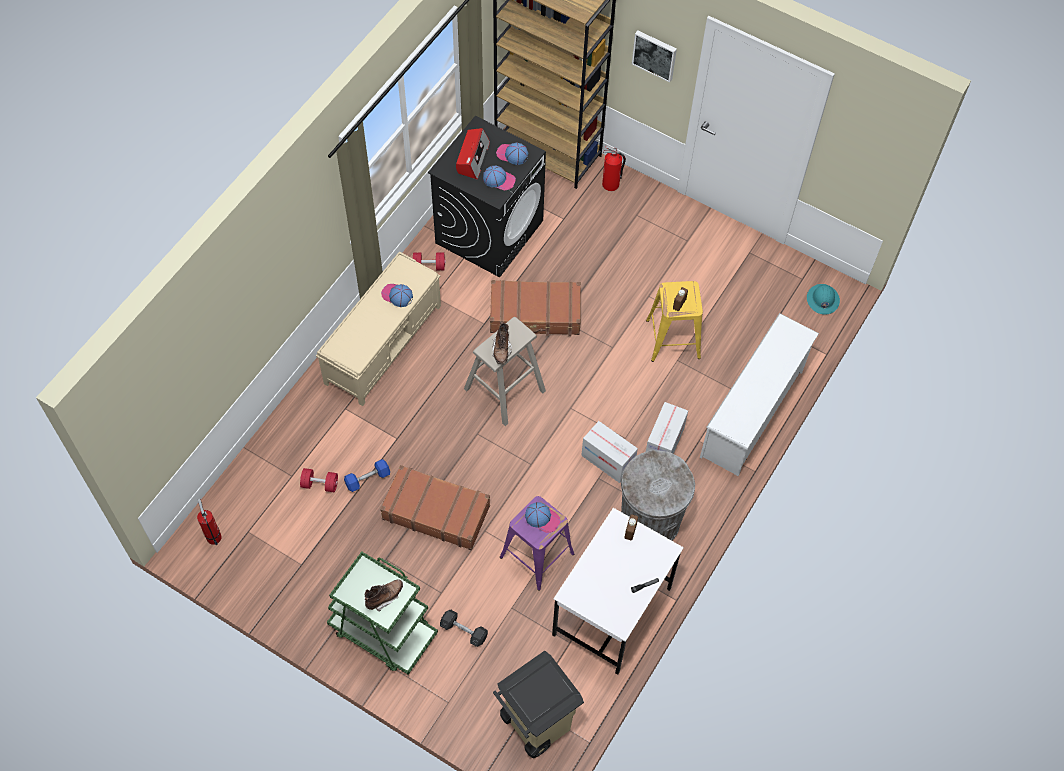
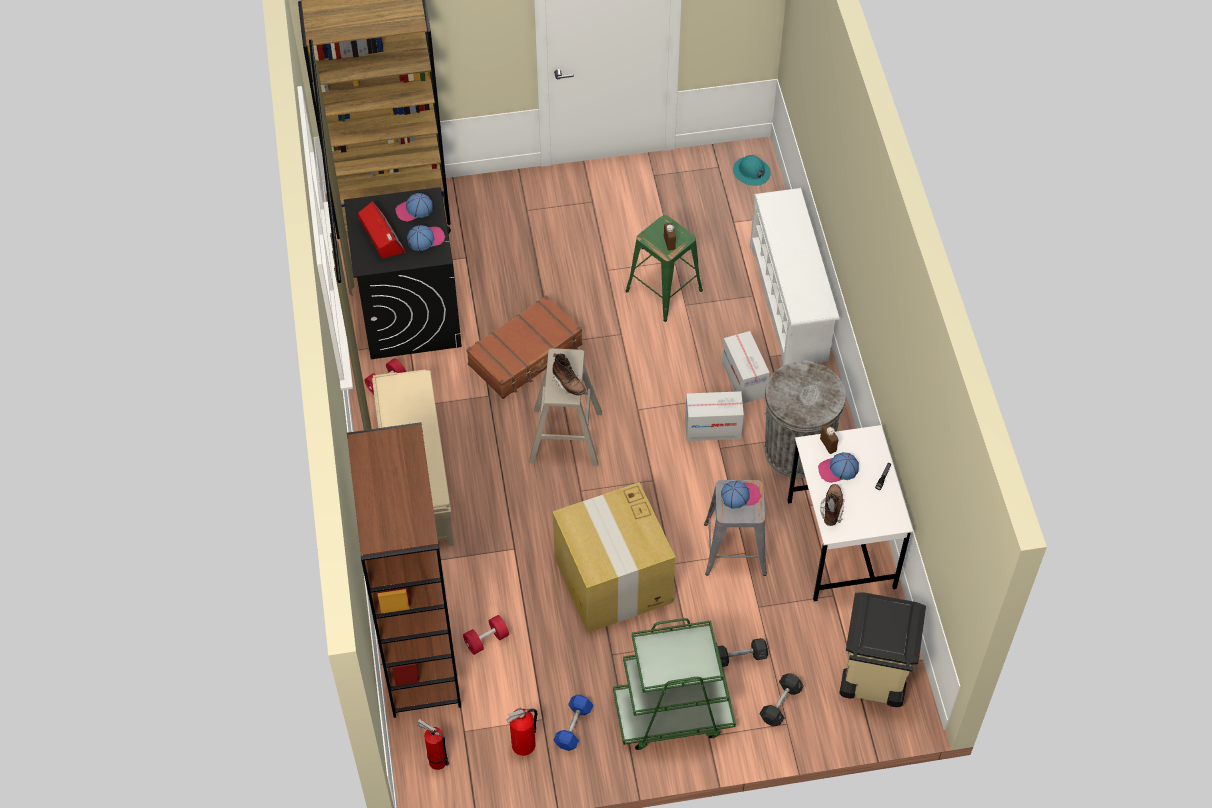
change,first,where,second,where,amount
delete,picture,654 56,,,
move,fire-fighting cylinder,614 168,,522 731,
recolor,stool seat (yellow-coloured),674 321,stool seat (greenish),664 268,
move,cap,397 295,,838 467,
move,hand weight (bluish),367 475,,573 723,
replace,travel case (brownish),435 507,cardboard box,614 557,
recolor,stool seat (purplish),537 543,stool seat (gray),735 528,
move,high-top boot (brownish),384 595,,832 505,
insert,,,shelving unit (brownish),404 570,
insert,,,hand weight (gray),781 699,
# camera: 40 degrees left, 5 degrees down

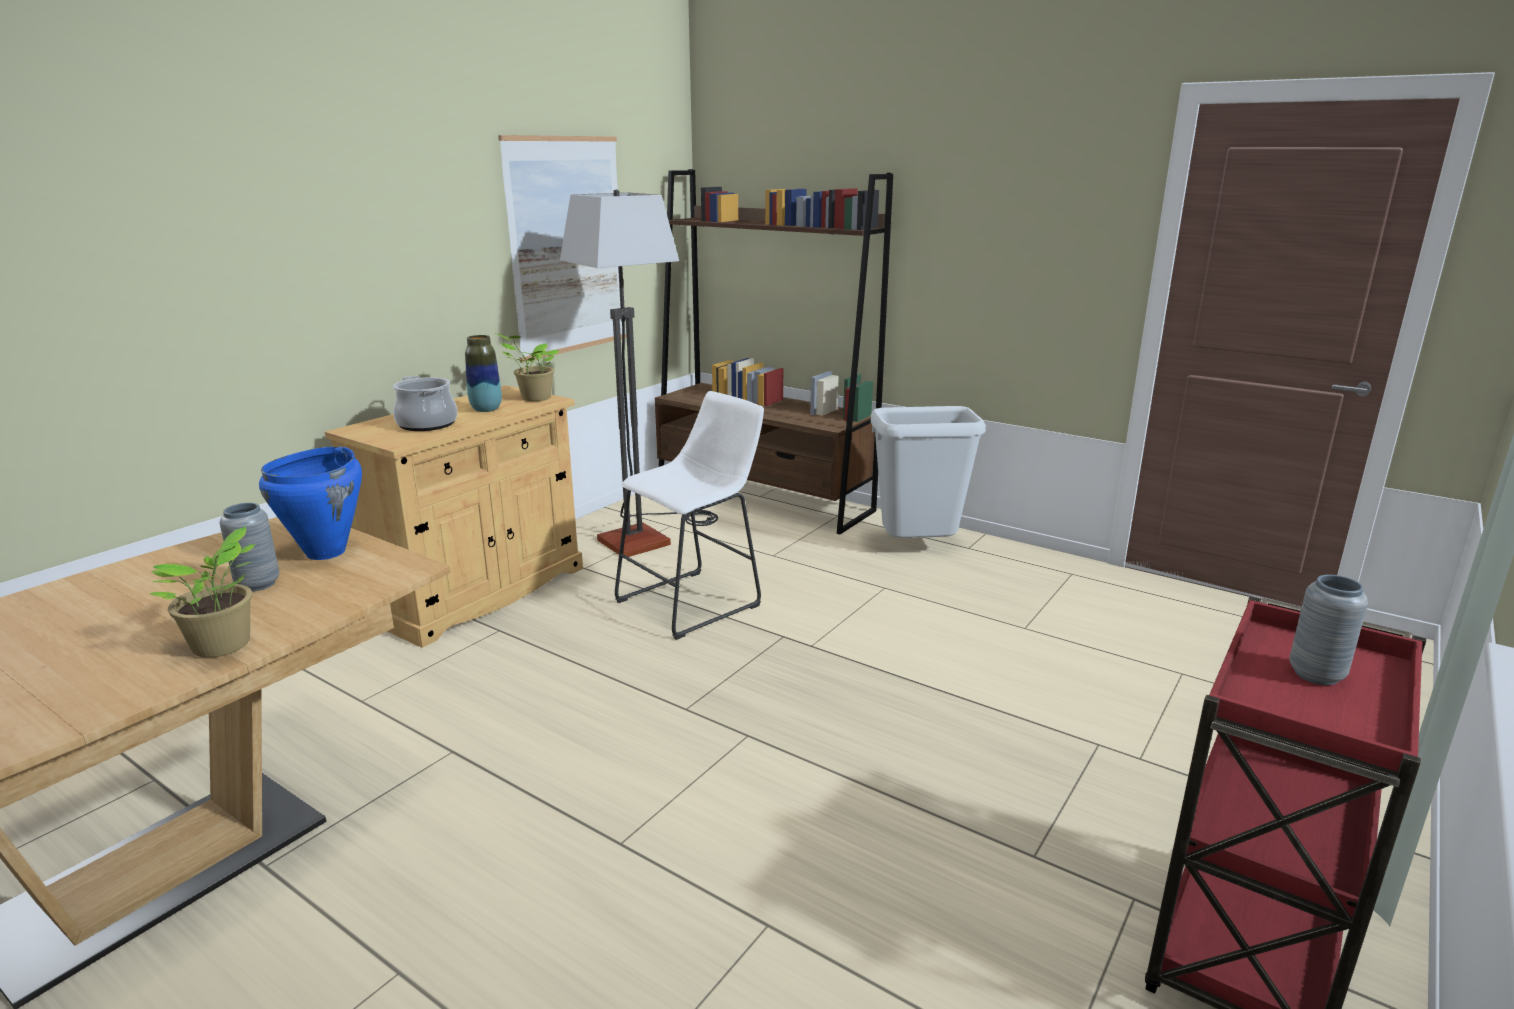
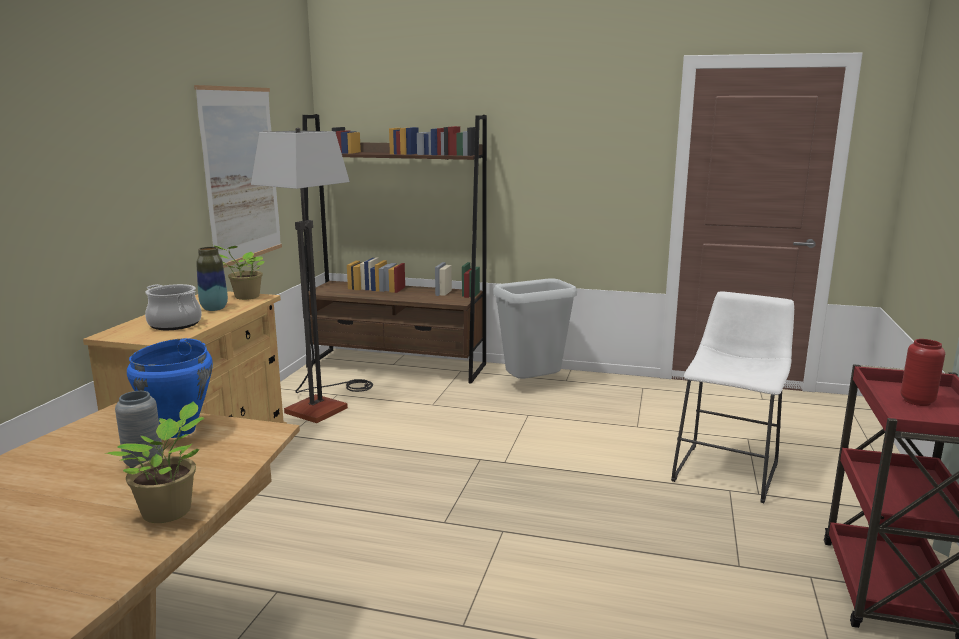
change,first,where,second,where,amount
move,stool seat (white-coloured),689 515,,732 397,
recolor,vase (gray),1328 630,vase (reddish),922 372,
# camera: 20 degrees left, 5 degrees down

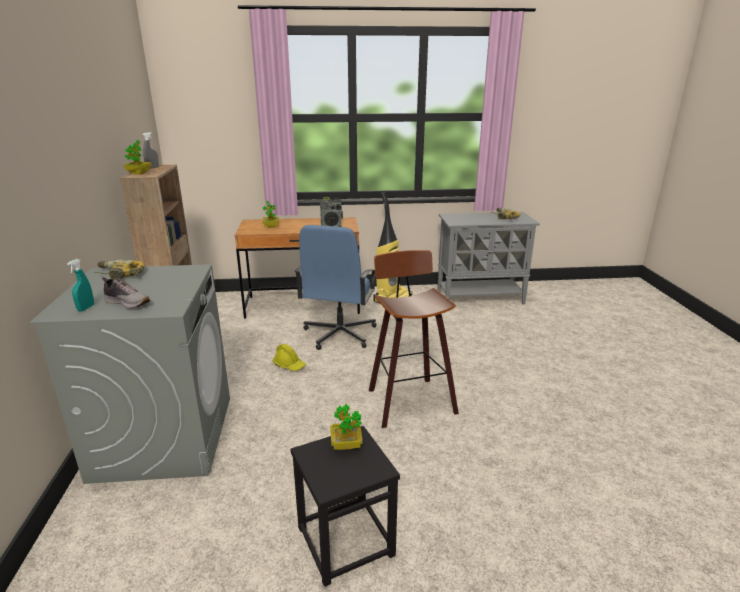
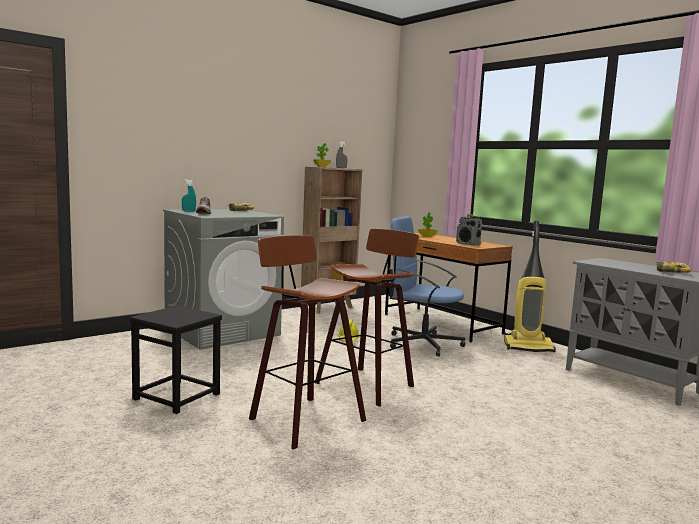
change,first,where,second,where,amount
rotate,desk chair (bluish),335 287,,427 286,45 degrees clockwise
delete,plant in a pot,346 427,,,
insert,,,stool seat,307 342,
# camera: 55 degrees right, 15 degrees down

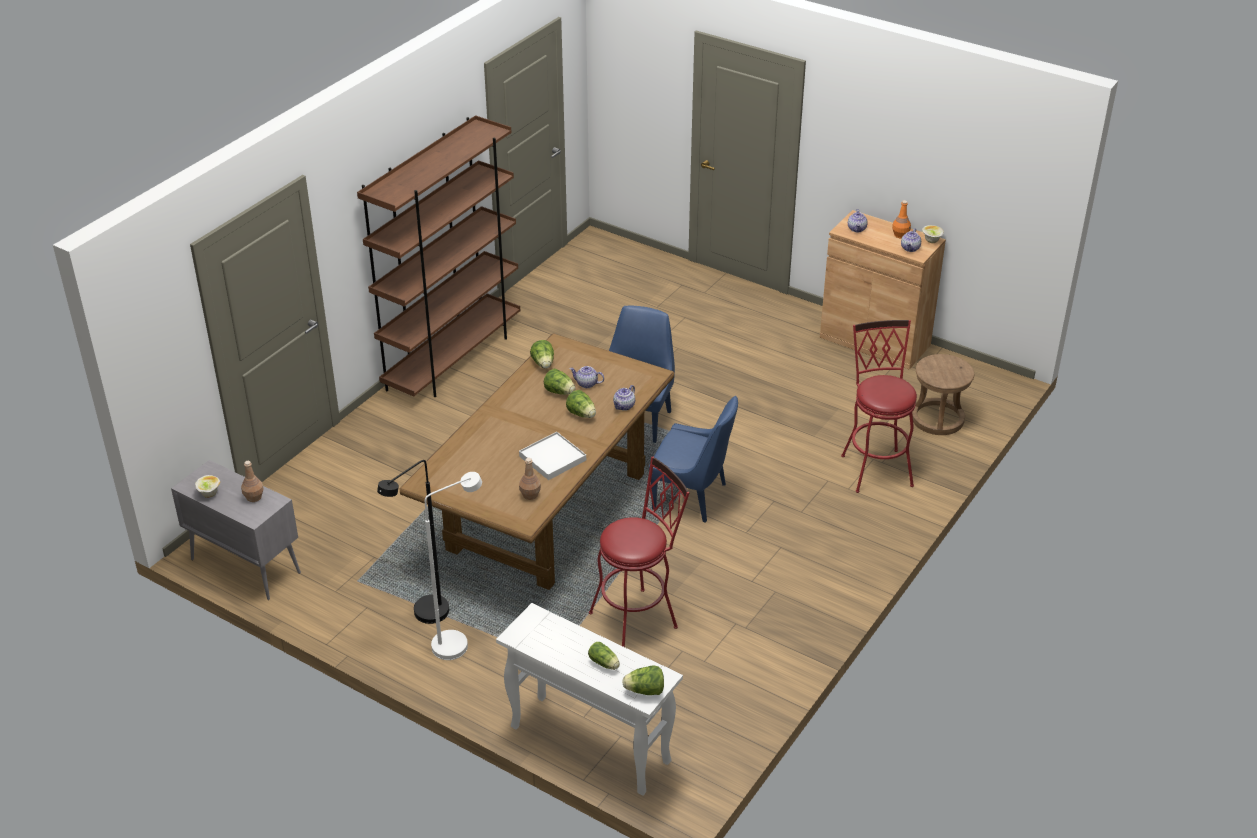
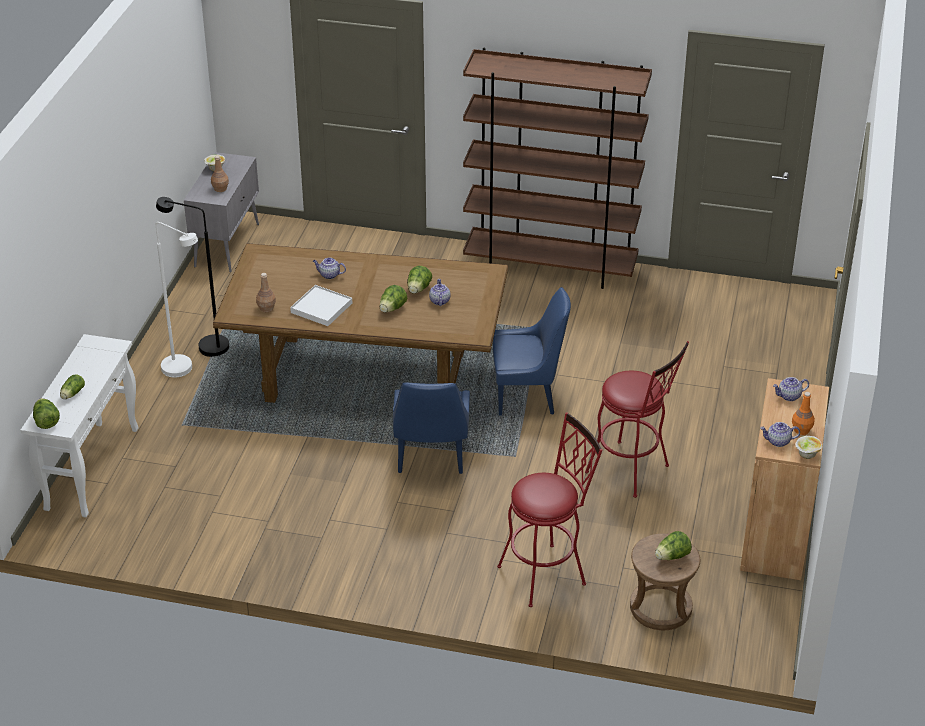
change,first,where,second,where,amount
move,lettuce head,542 354,,673 545,
move,pot for tea,624 398,,329 268,
move,stool seat (reddish),639 552,,637 419,
# camera: 70 degrees right, 0 degrees up

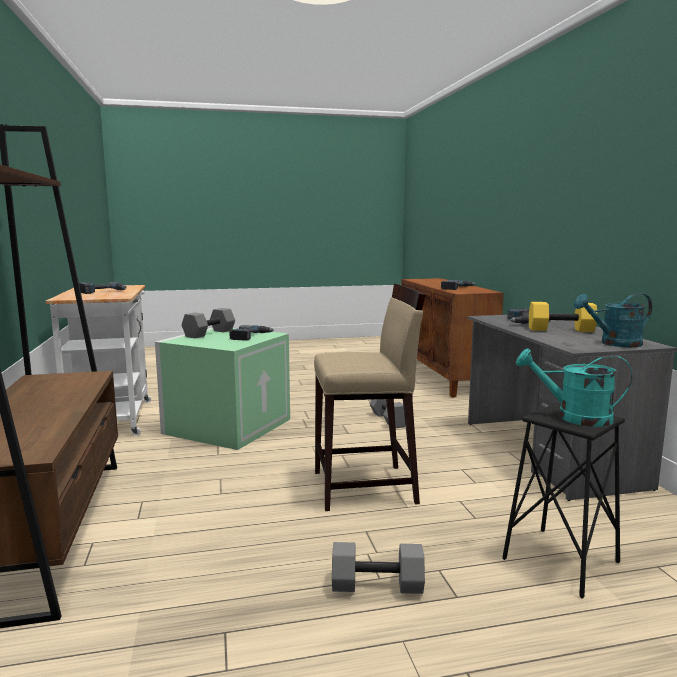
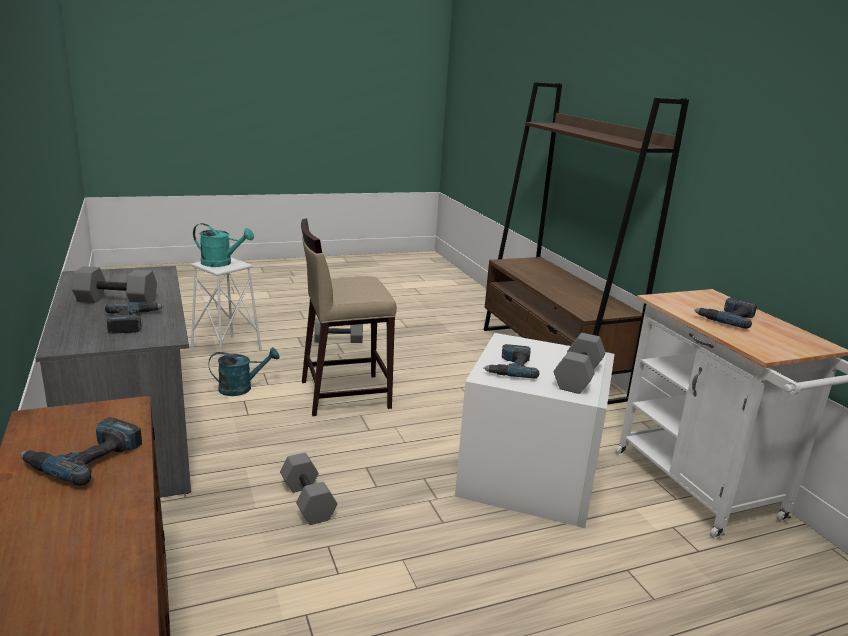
change,first,where,second,where,amount
move,sprinkling can (blue-green),613 320,,244 372,
recolor,hand weight (yellow-coloured),563 317,hand weight (gray),114 284,
recolor,storage box (greenish),222 388,storage box (white-coloured),534 430,
recolor,stool seat (blackish),563 500,stool seat (white-coloured),226 307,
# camera: 170 degrees right, 10 degrees up

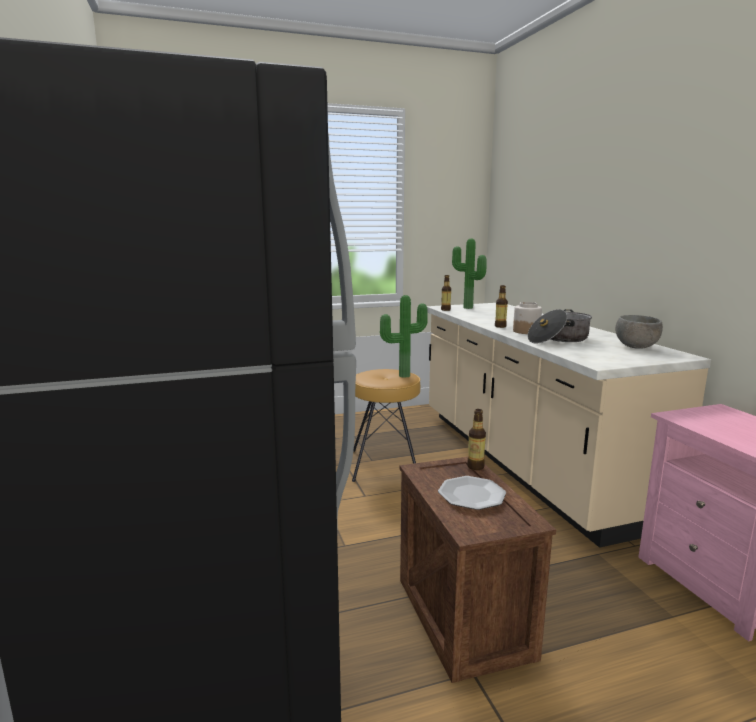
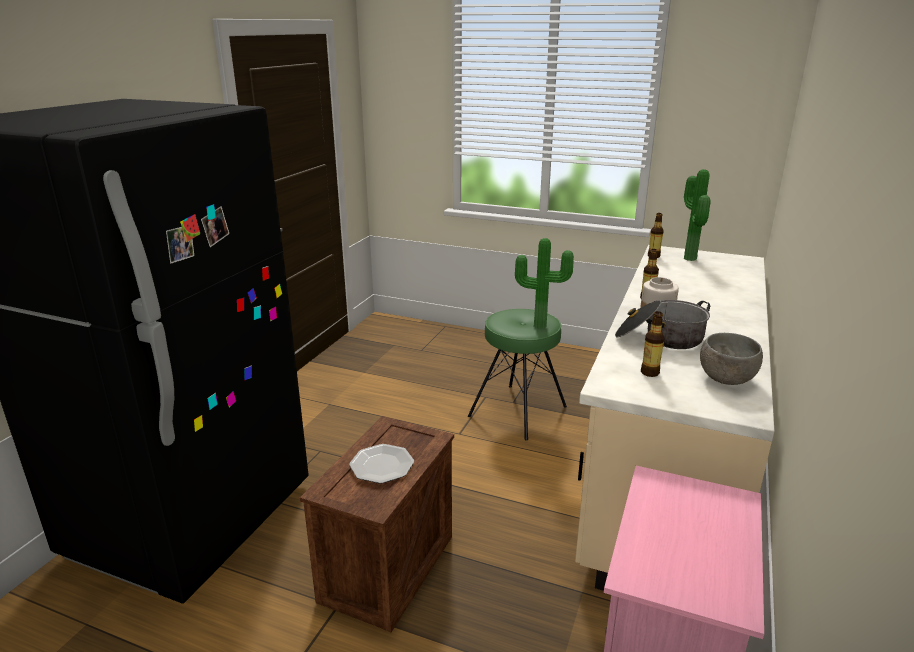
change,first,where,second,where,amount
recolor,stool seat (brownish),386 425,stool seat (greenish),517 375,
move,drink bottle,476 439,,653 344,
# camera: 40 degrees right, 10 degrees up

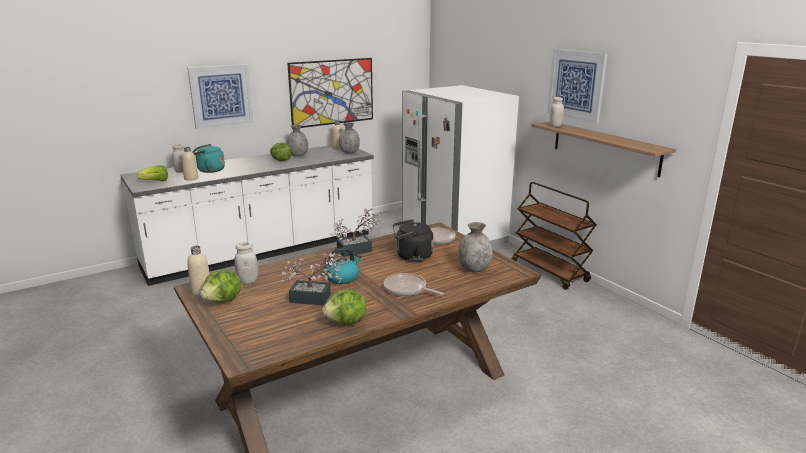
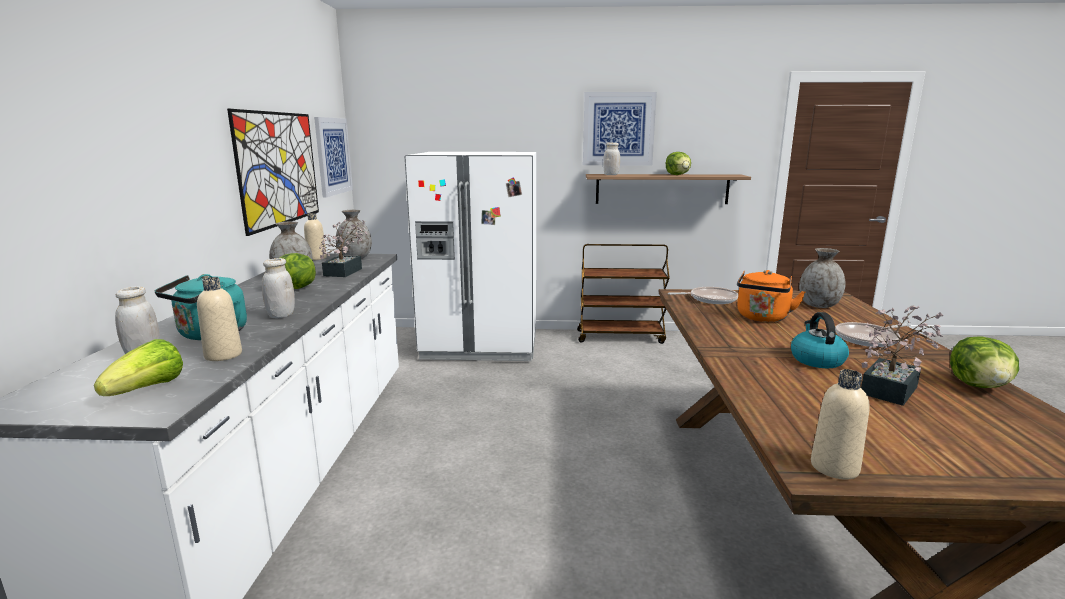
change,first,where,second,where,amount
move,picture,221 96,,333 157,
move,plant in a pot,356 232,,343 247,
recolor,kettle (blackish),413 240,kettle (orangey),771 296,
move,preserve jar (white-coloured),246 263,,278 288,
move,lettuce head,220 286,,678 163,
# camera: 55 degrees left, 5 degrees down

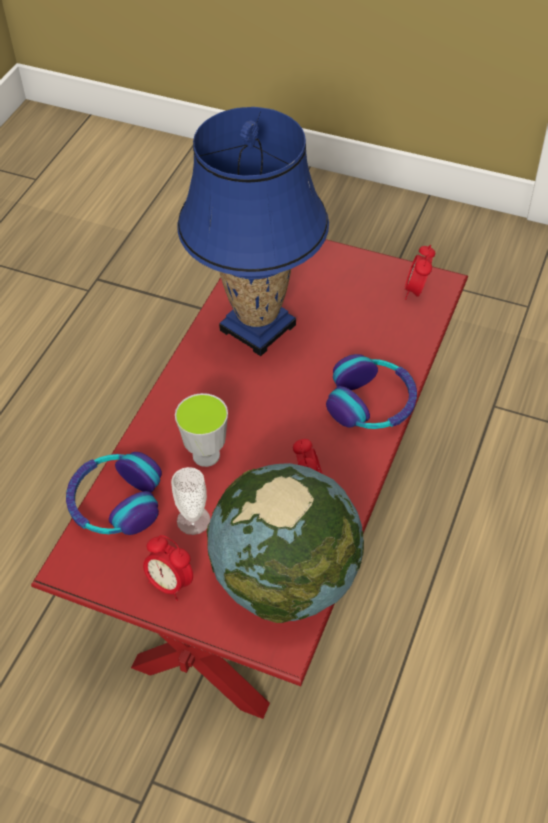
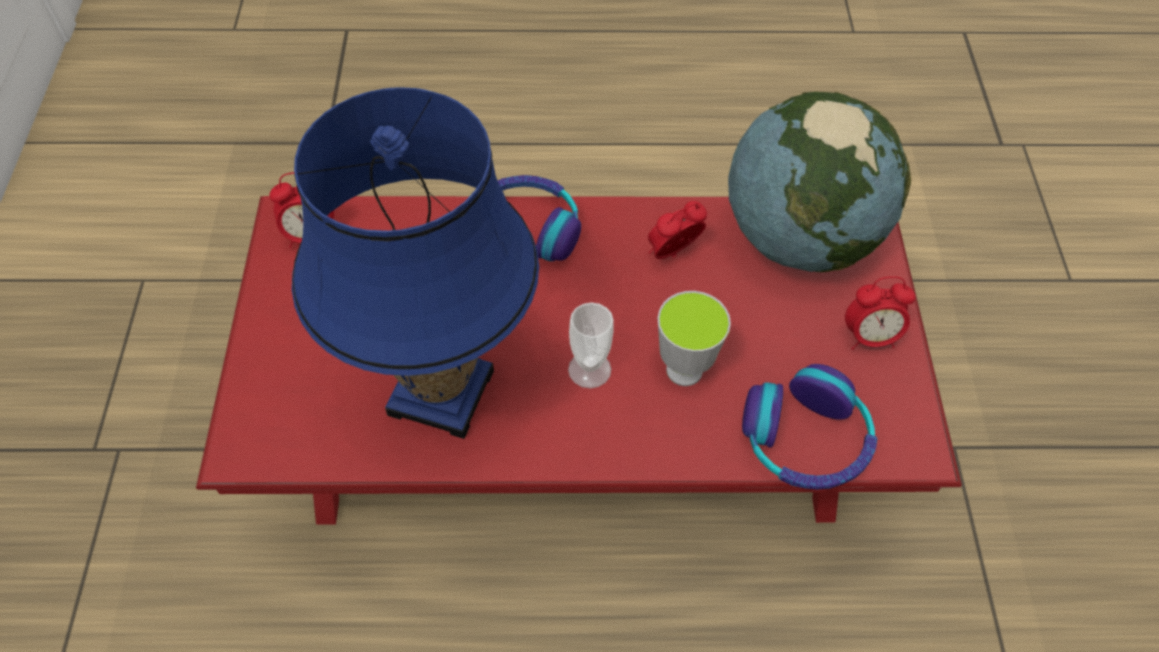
change,first,where,second,where,amount
move,drinking cup,191 501,,591 345,
rotate,bedside clock,168 568,,880 313,75 degrees clockwise
# camera: 115 degrees left, 5 degrees up

